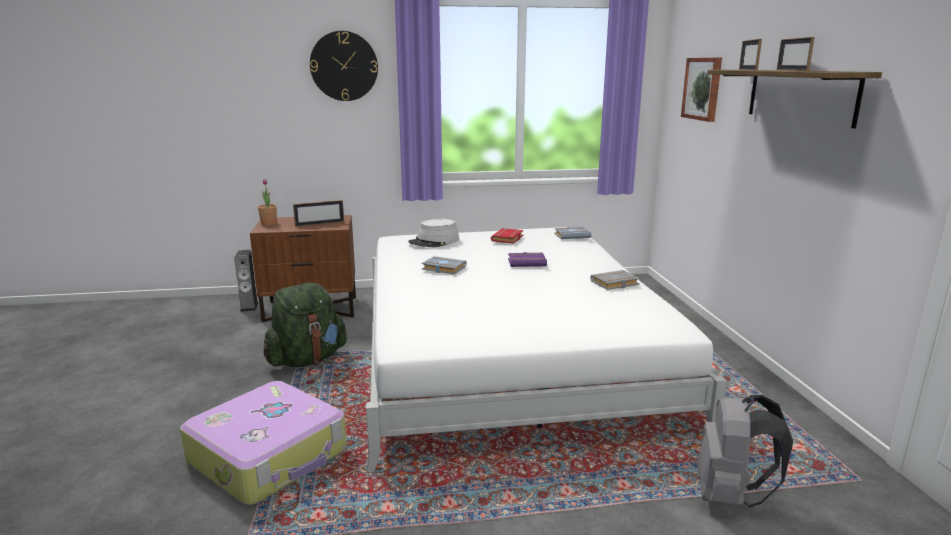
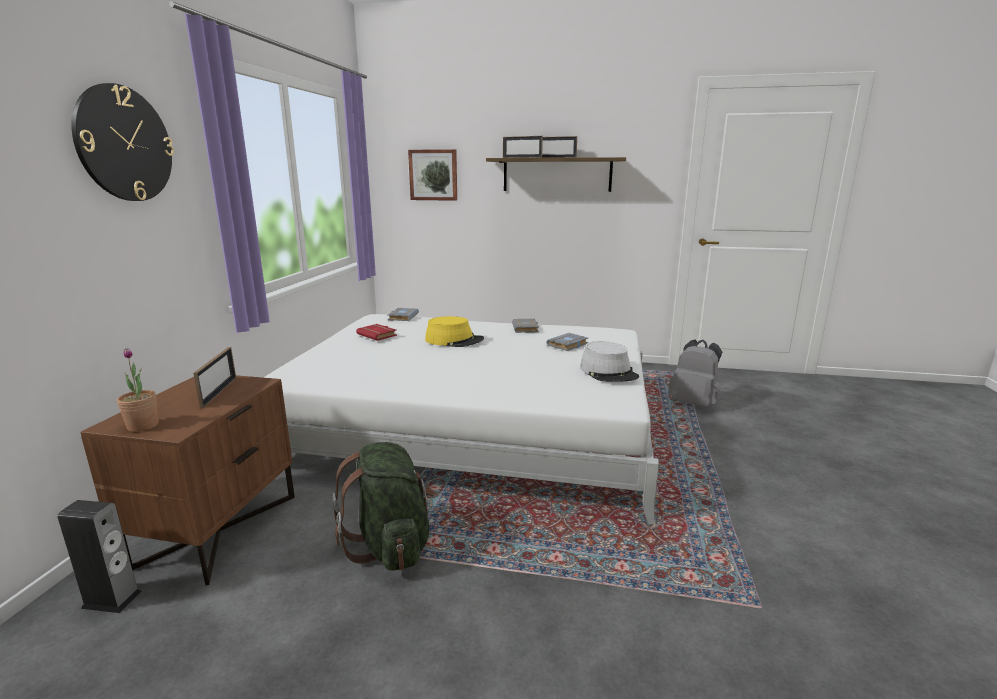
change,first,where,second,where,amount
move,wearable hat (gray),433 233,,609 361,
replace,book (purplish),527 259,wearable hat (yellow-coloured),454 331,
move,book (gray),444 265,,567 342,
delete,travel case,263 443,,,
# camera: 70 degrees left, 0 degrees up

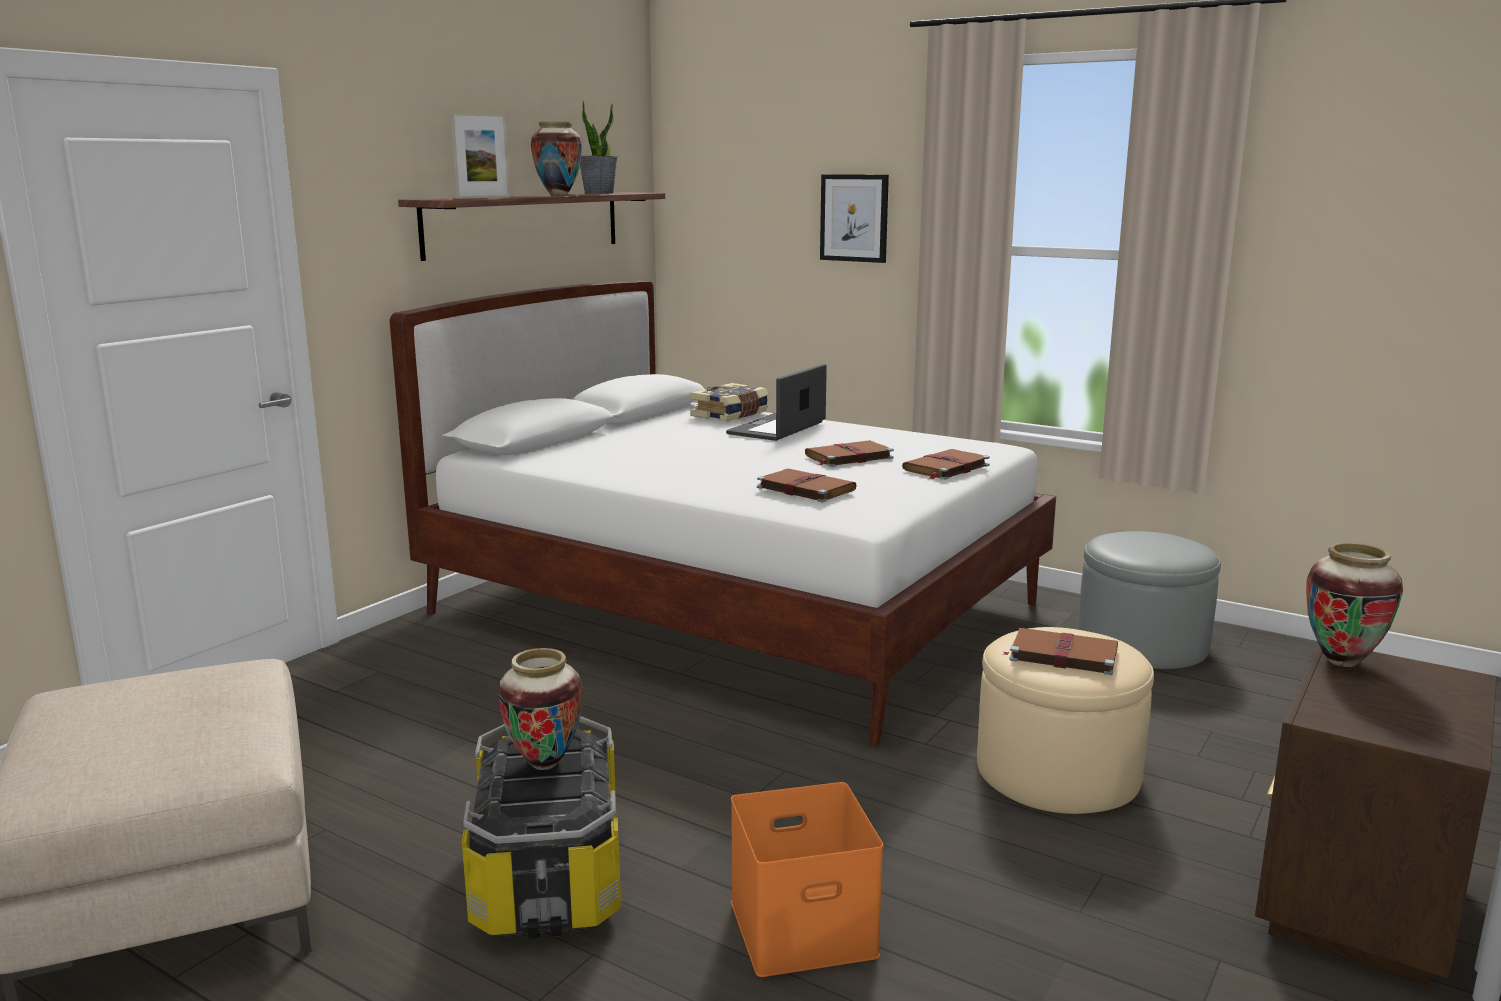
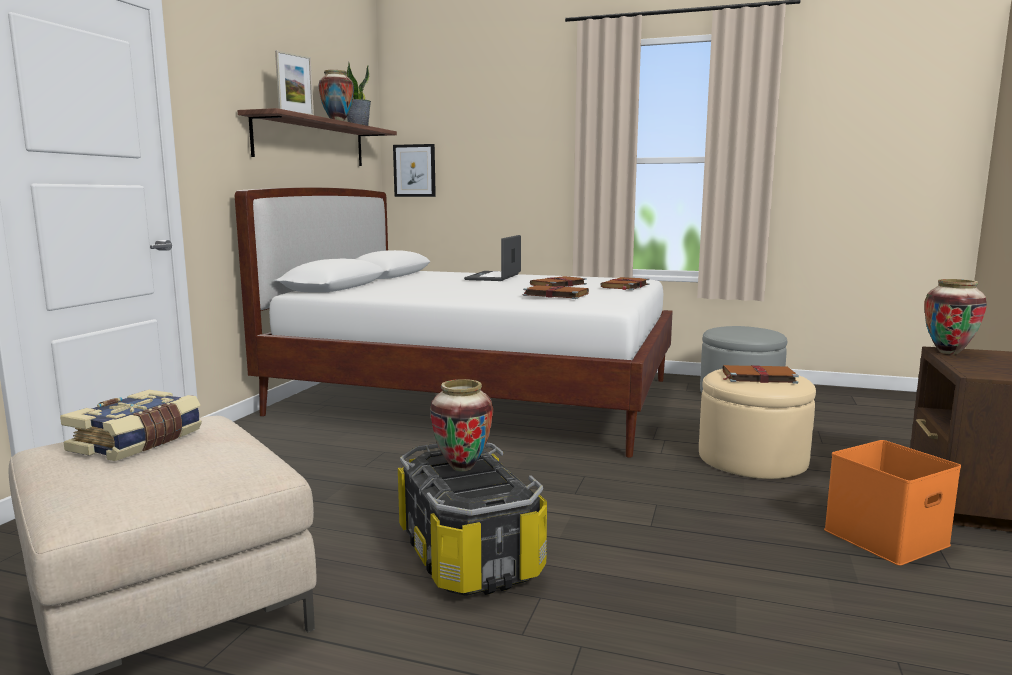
change,first,where,second,where,amount
move,picture,854 218,,414 170,
move,book,729 402,,131 425,
move,storage box (orangey),807 879,,892 503,
# camera: 15 degrees left, 5 degrees down

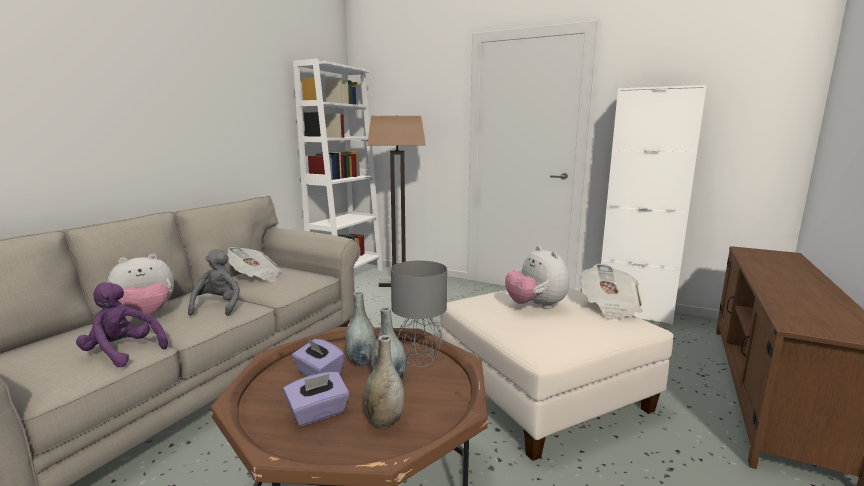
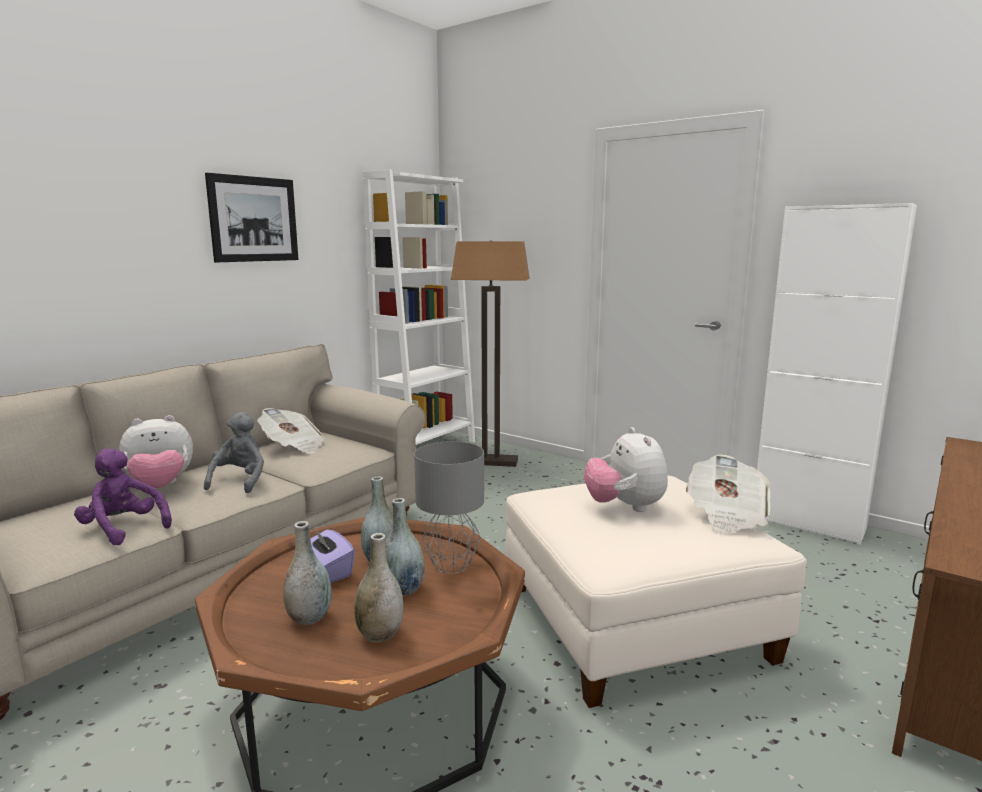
change,first,where,second,where,amount
replace,tissue box (purplish),316 399,vase (gray),307 573,
insert,,,picture,251 217,
# camera: 10 degrees right, 0 degrees up

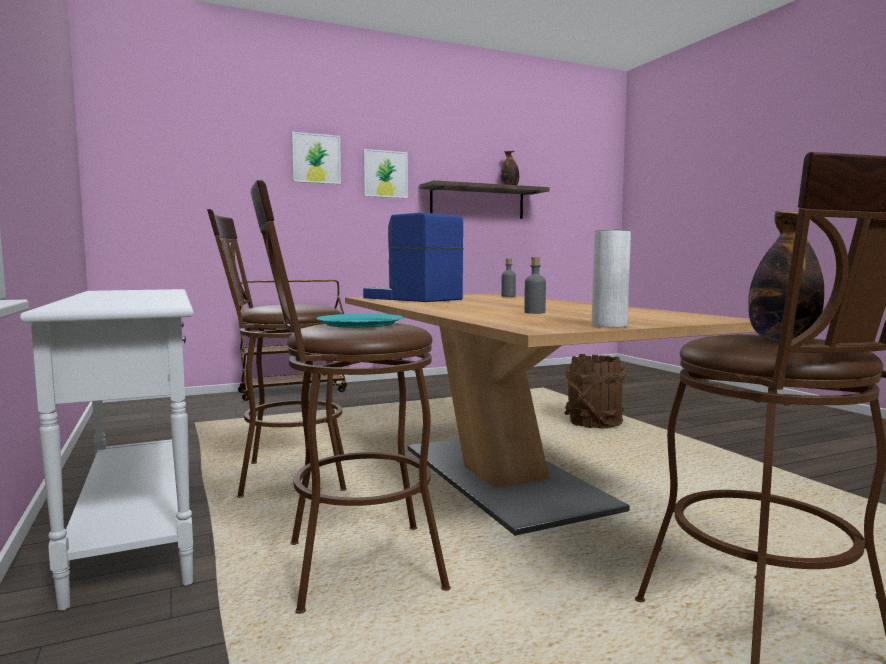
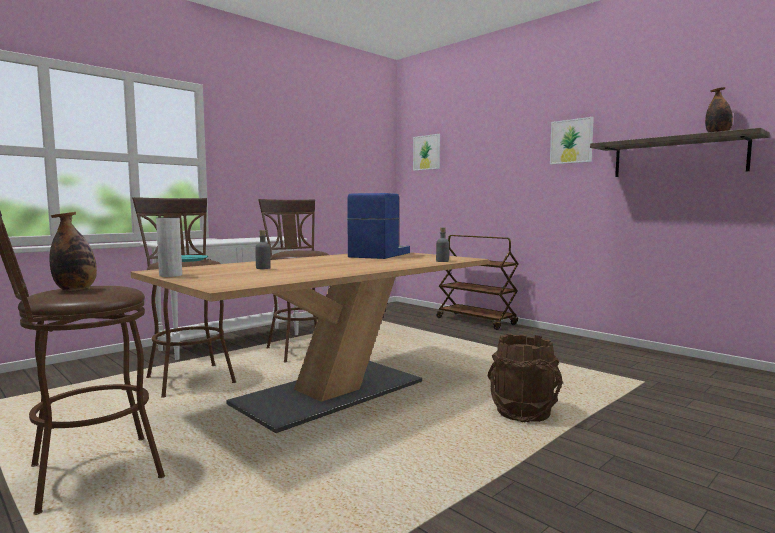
change,first,where,second,where,amount
move,picture,316 158,,426 152,
# camera: 70 degrees right, 0 degrees up

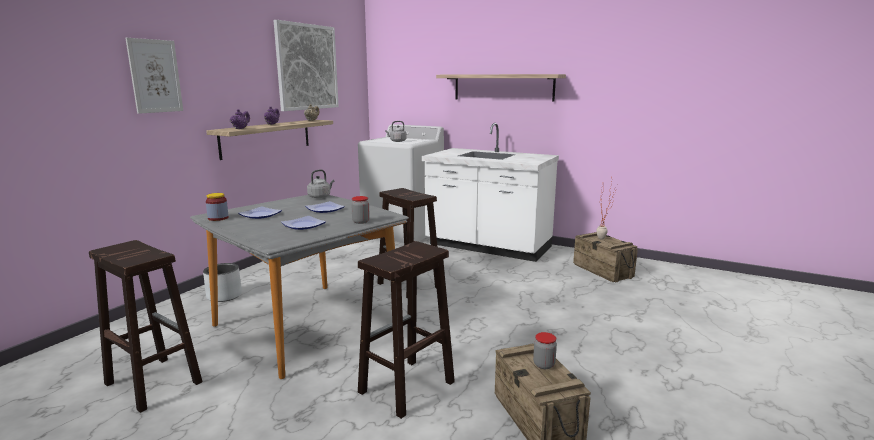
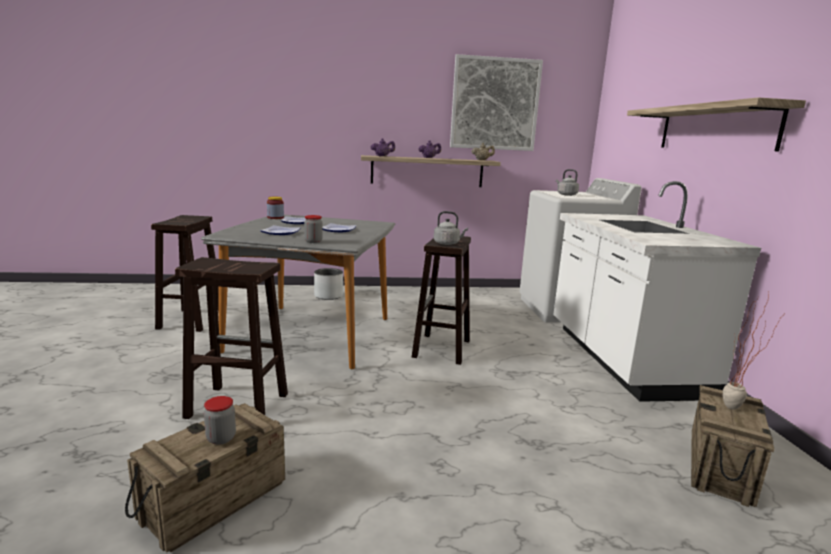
change,first,where,second,where,amount
delete,picture,154 76,,,
move,kettle (gray),320 184,,451 228,
# camera: 55 degrees right, 0 degrees up

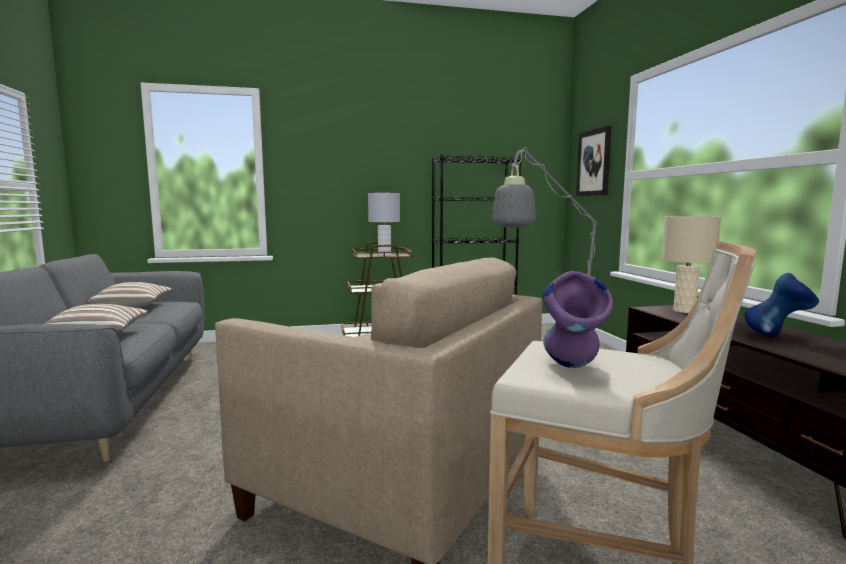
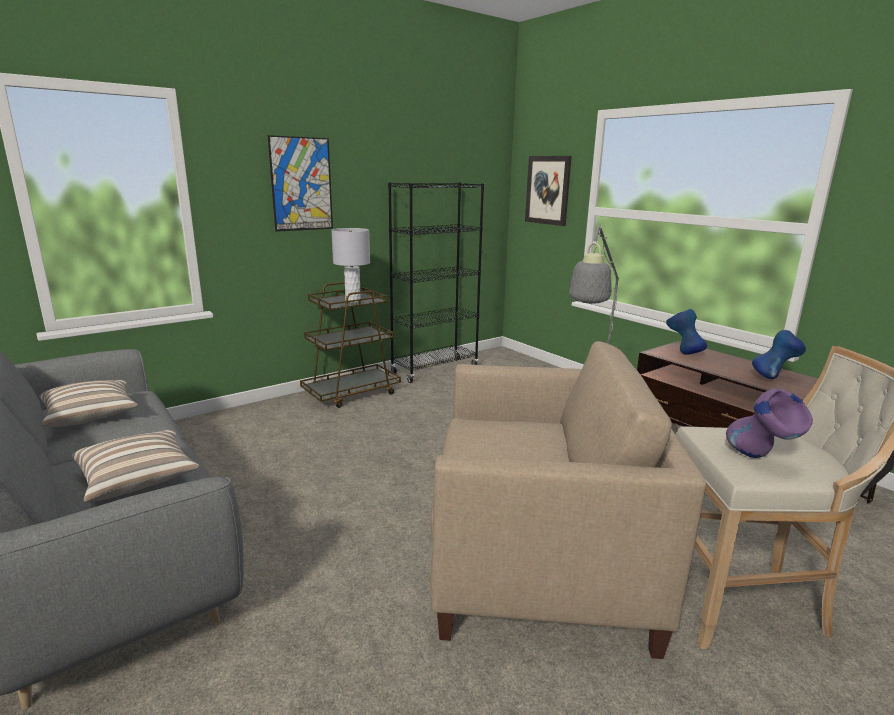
change,first,where,second,where,amount
replace,tabletop lamp (beige),691 264,vase (bluish),686 332,
insert,,,picture,300 183,
# camera: 25 degrees left, 10 degrees up

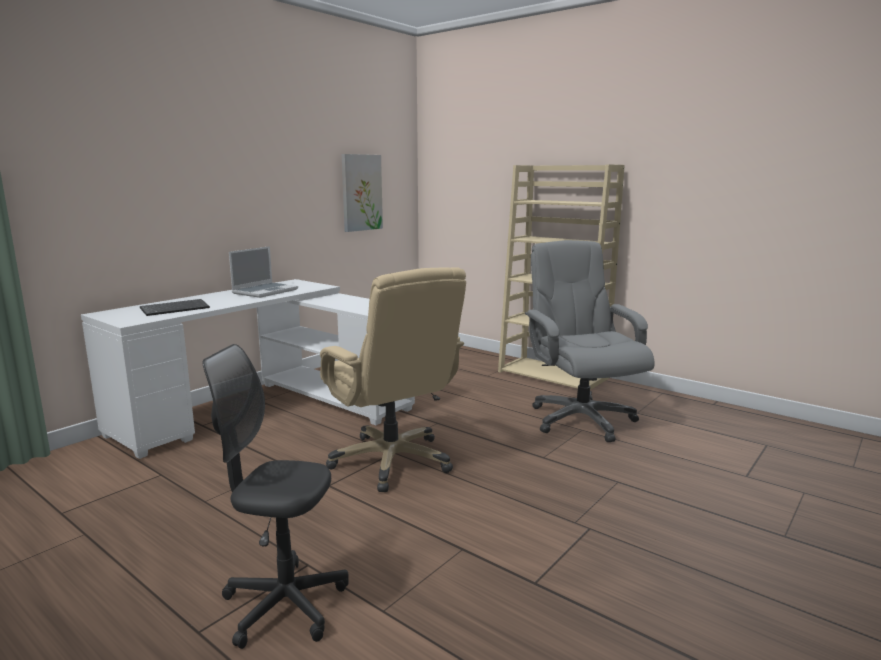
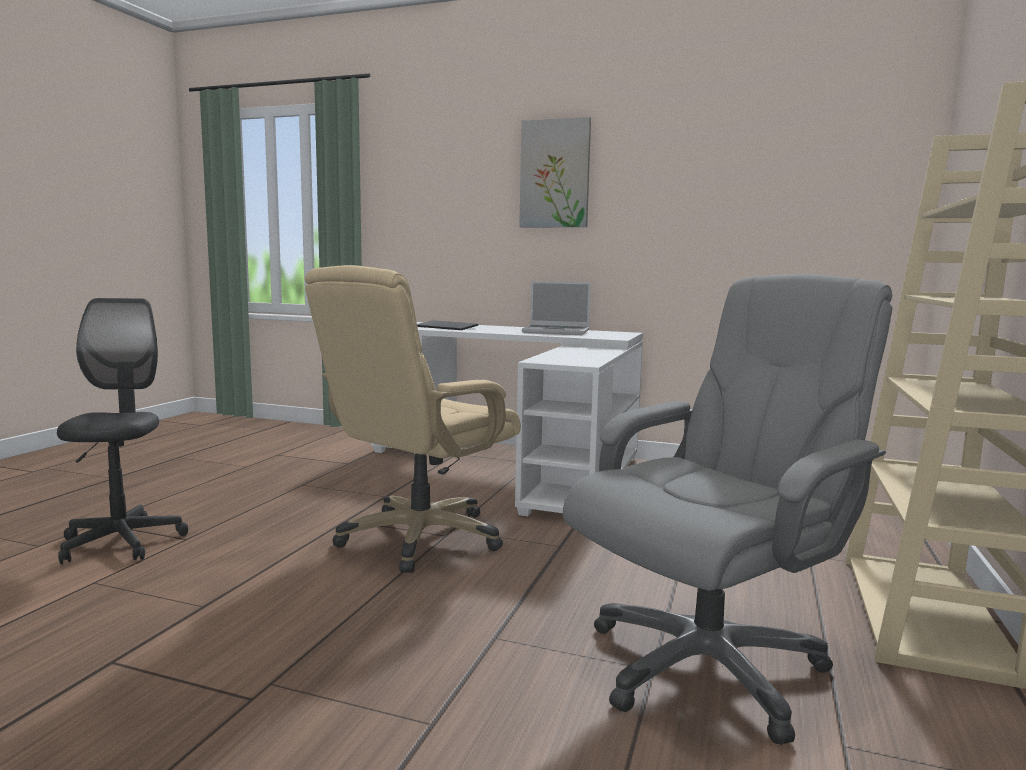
change,first,where,second,where,amount
move,picture,362 193,,555 172,
# camera: 70 degrees right, 5 degrees down

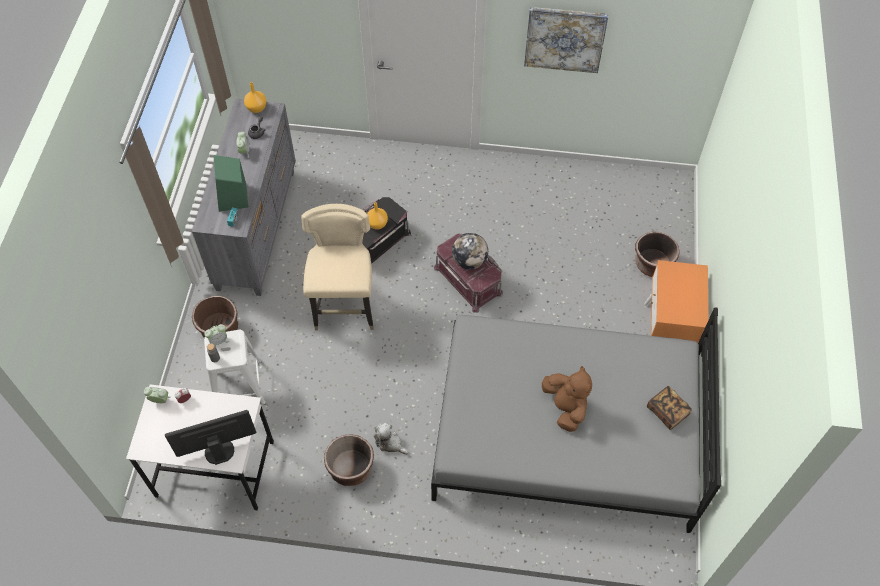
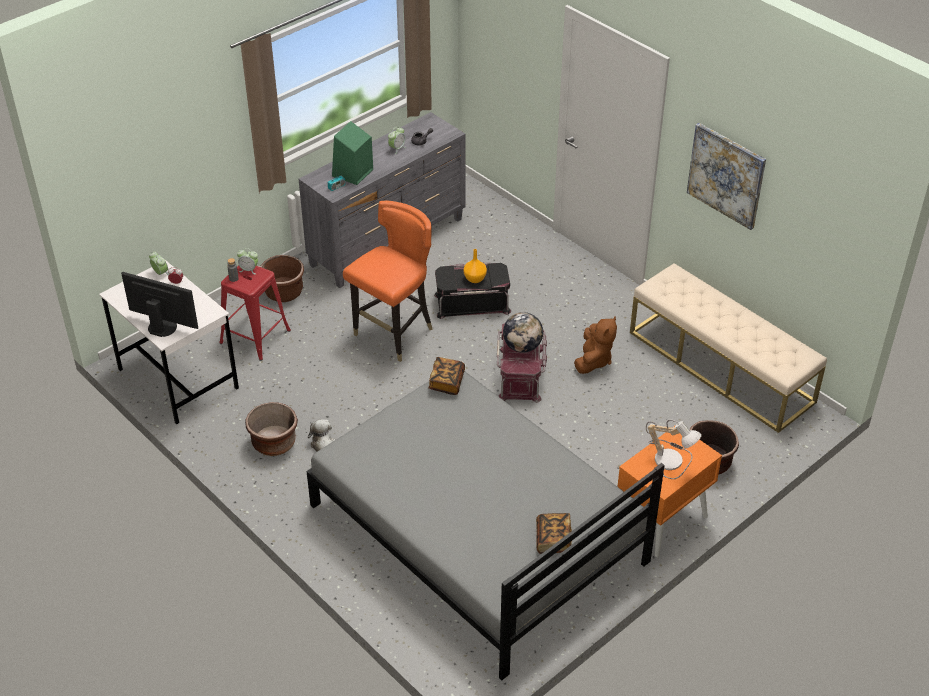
change,first,where,second,where,amount
delete,vase (orangey),255 97,,,
recolor,plain chair (beige),337 267,plain chair (orangey),388 281,
recolor,stool seat (white-coloured),235 367,stool seat (reddish),255 313,
move,soft toy (brownish),567 399,,595 345,
insert,,,long seat (beige),728 348,
insert,,,book,447 376,
insert,,,tabletop lamp,674 449,
# camera: 40 degrees right, 15 degrees down

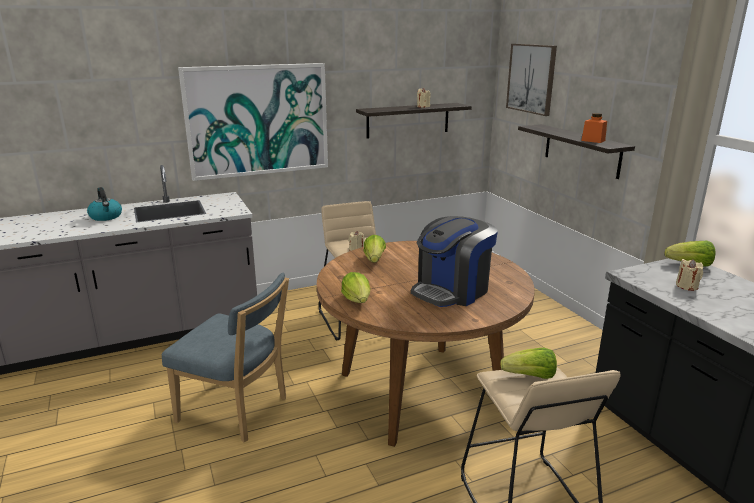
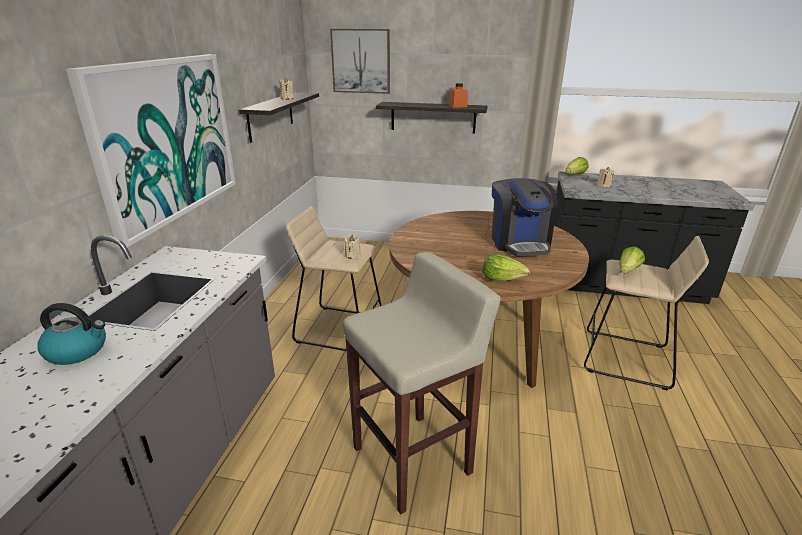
change,first,where,second,where,amount
delete,lettuce head,374 249,,,
replace,plain chair (bluish),225 358,stool seat (beige),422 383,
# camera: 55 degrees left, 5 degrees up

